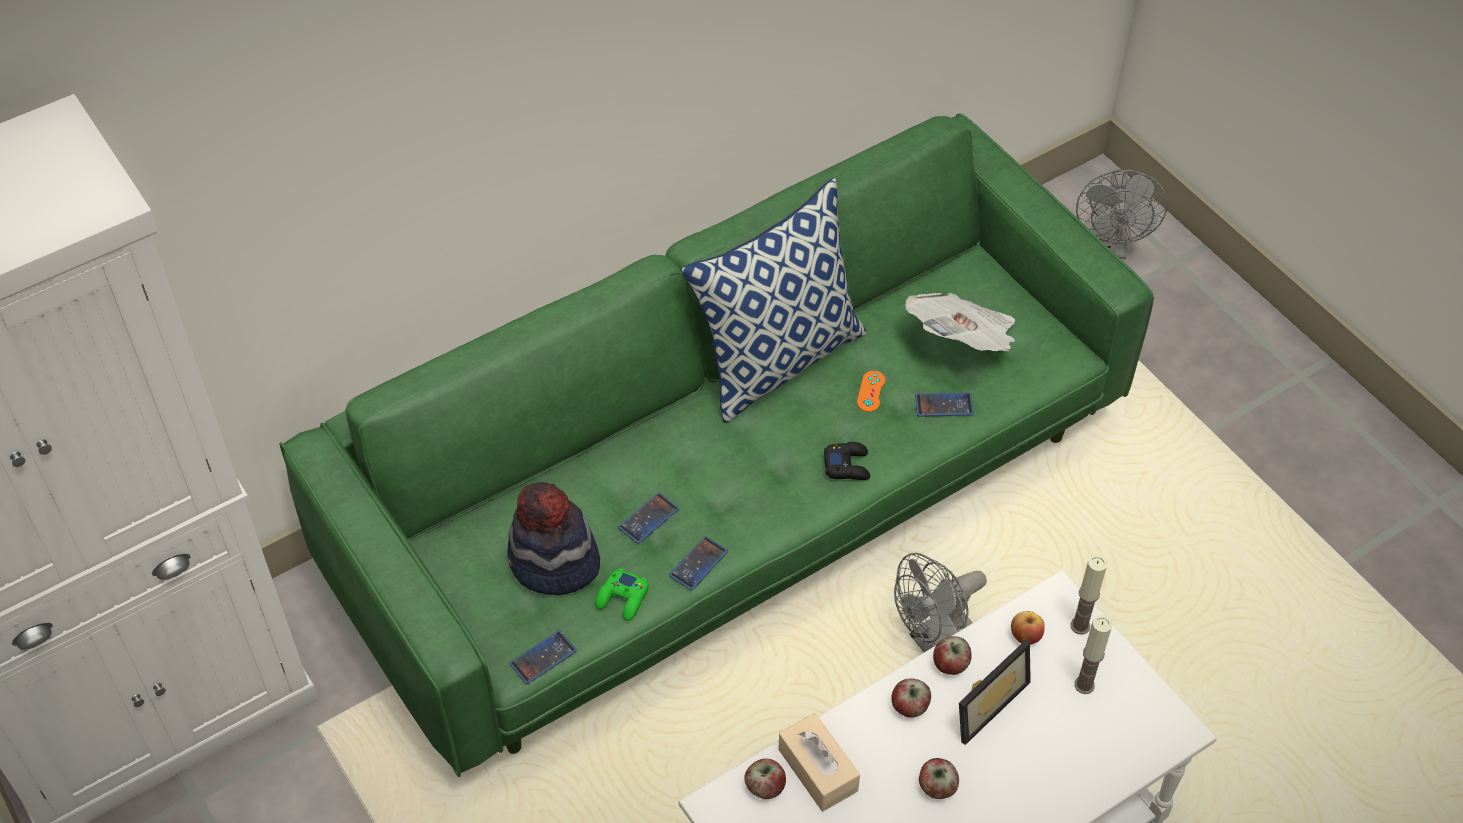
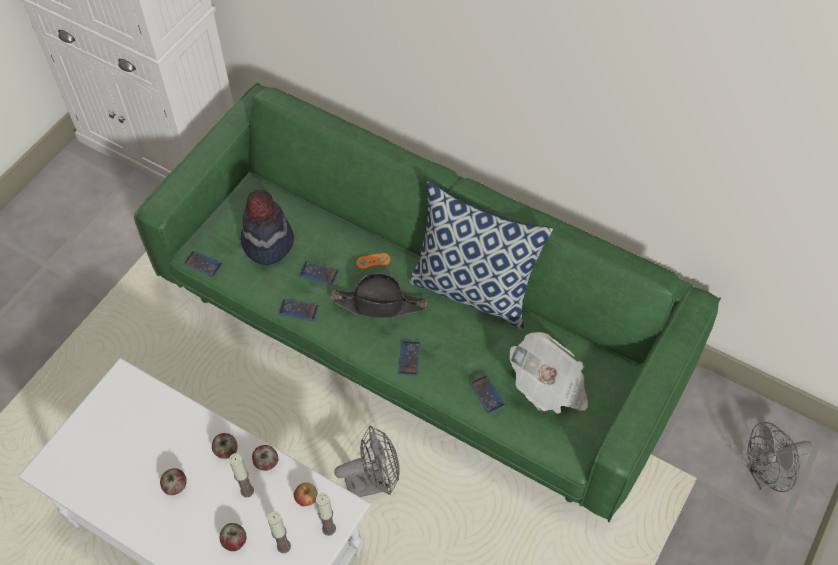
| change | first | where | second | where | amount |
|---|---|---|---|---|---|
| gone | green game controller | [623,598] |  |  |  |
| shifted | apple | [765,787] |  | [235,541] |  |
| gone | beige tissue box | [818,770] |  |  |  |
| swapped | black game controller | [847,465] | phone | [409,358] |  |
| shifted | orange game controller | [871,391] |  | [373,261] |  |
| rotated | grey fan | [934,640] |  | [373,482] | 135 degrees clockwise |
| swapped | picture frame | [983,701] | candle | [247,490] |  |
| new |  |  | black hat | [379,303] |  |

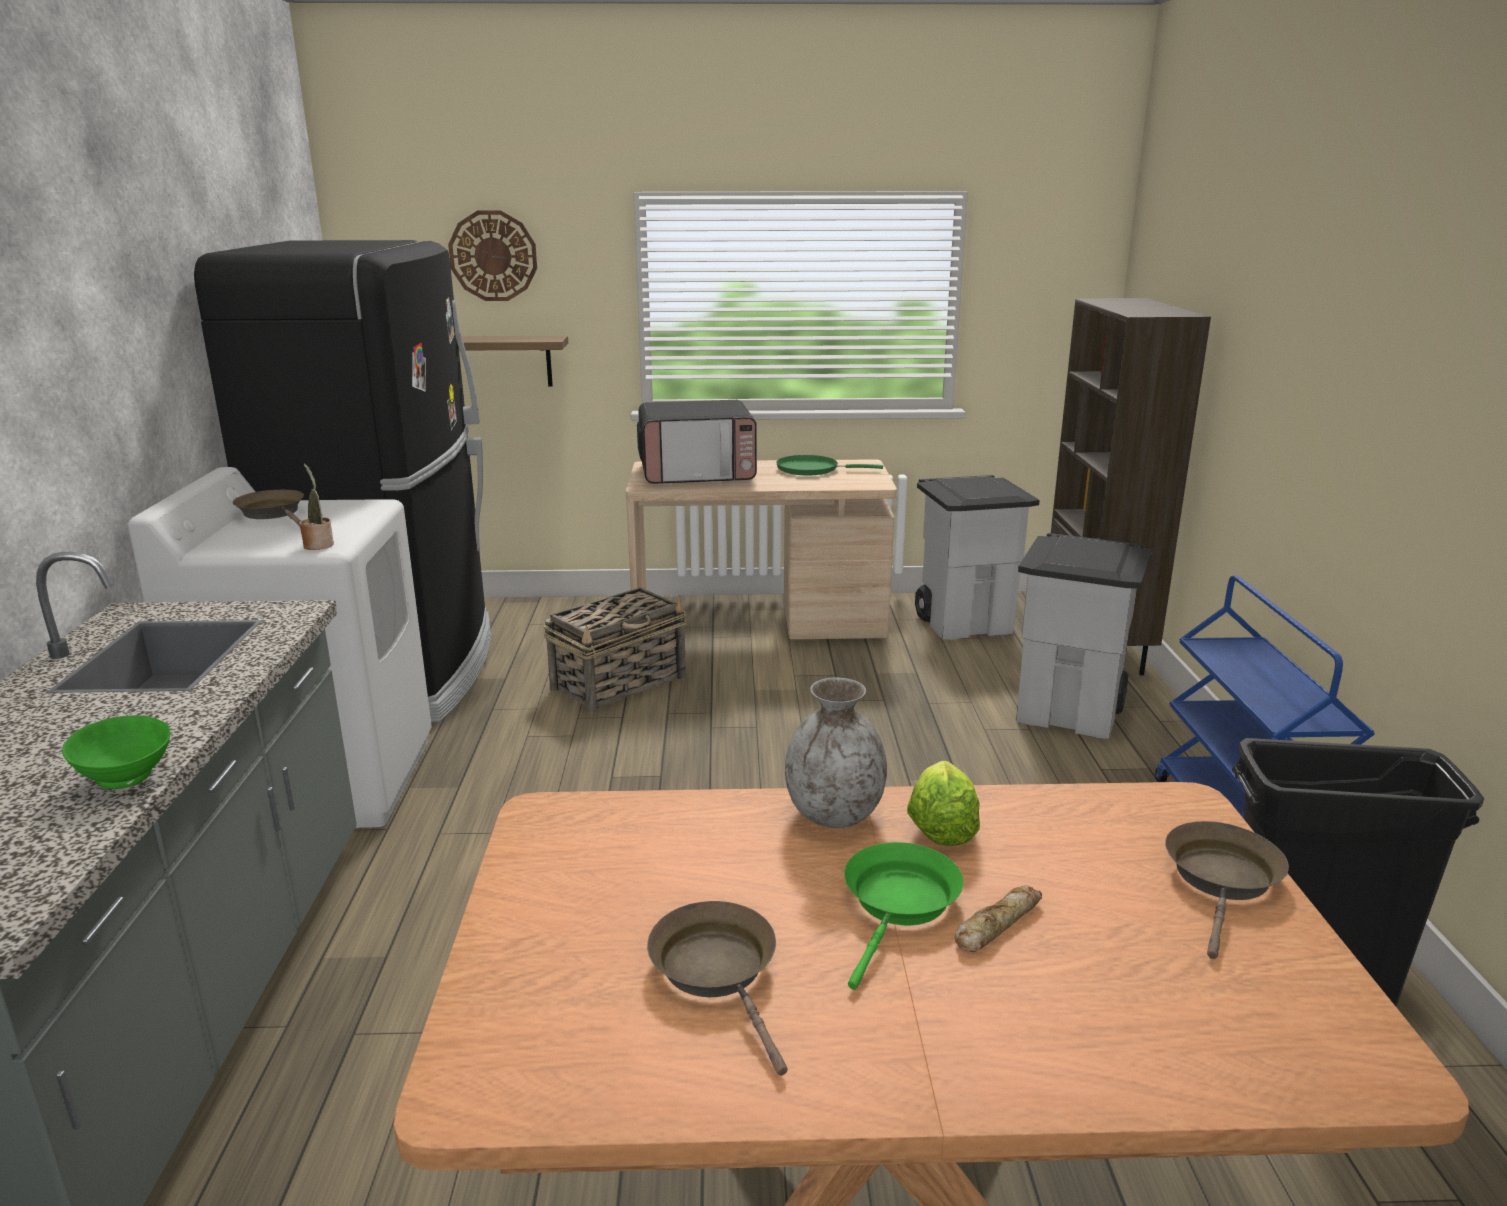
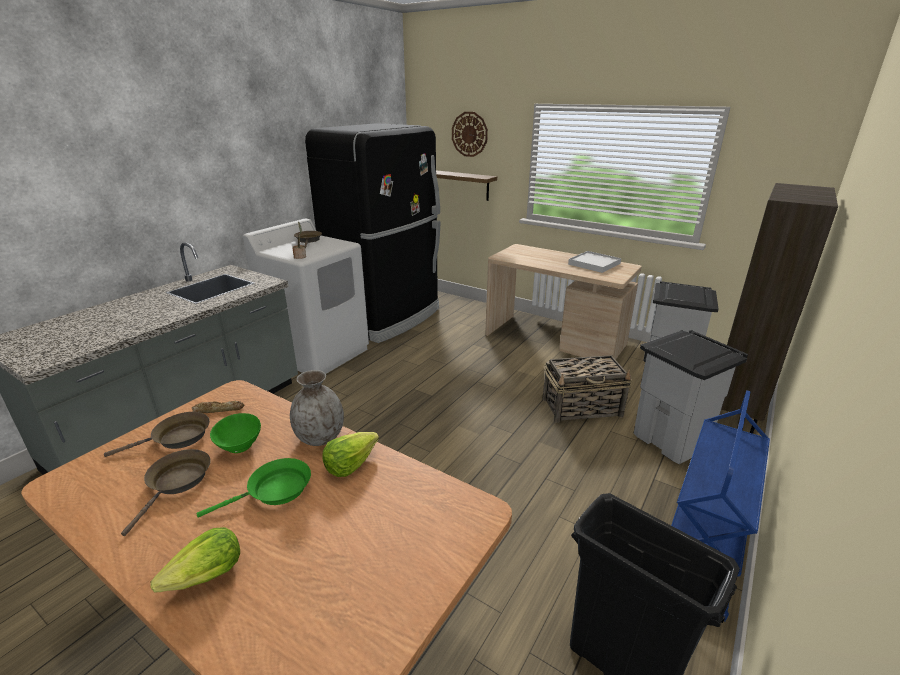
| change | first | where | second | where | amount |
|---|---|---|---|---|---|
| shifted | green bowl | [125,779] |  | [239,447] |  |
| shifted | basket | [620,683] |  | [582,407] |  |
| gone | microwave | [698,473] |  |  |  |
| swapped | green frying pan | [812,469] | white tray | [594,264] |  |
| shifted | bread | [996,924] |  | [218,410] |  |
| shifted | brown frying pan | [1222,881] |  | [177,438] |  |
| new |  |  | lettuce | [207,577] |  |

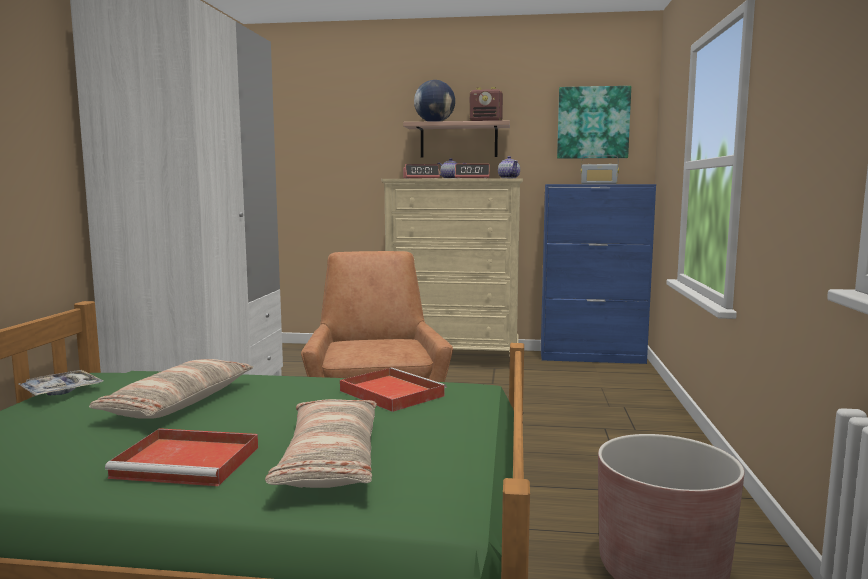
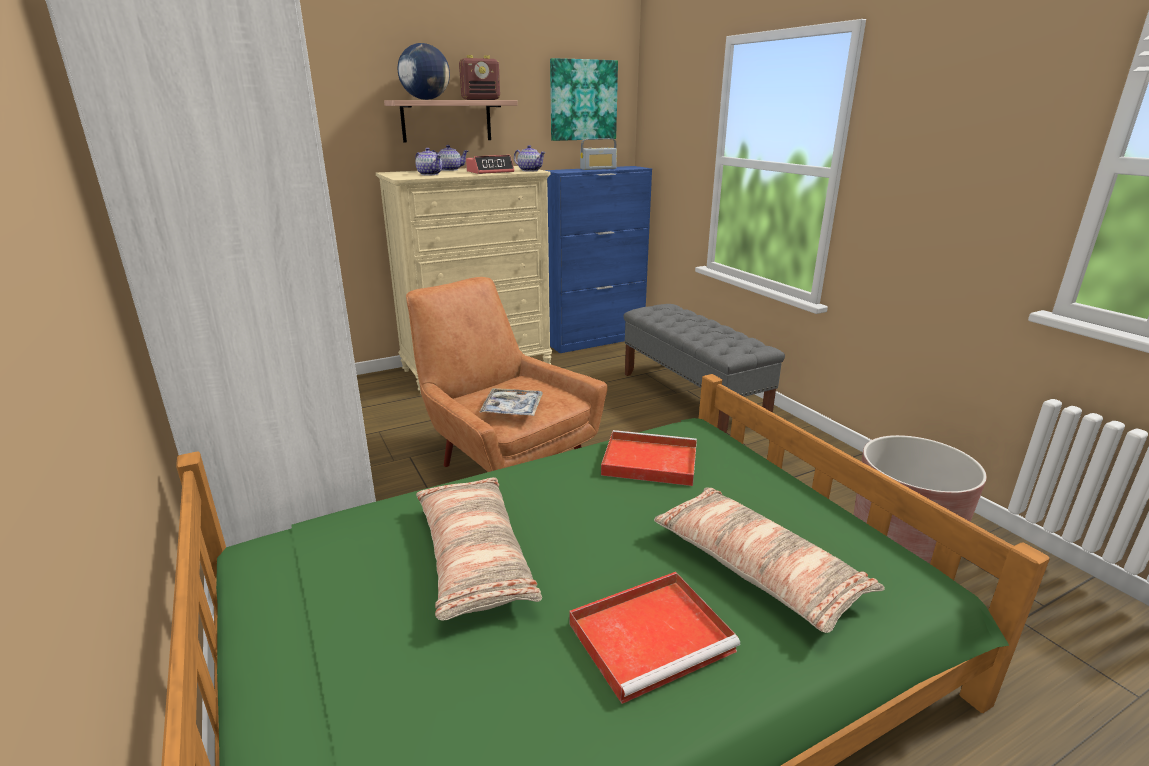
| change | first | where | second | where | amount |
|---|---|---|---|---|---|
| shifted | tray | [60,391] |  | [512,409] |  |
| swapped | alarm clock | [421,178] | teapot | [429,174] |  |
| new |  |  | grey bench | [692,397] |  |

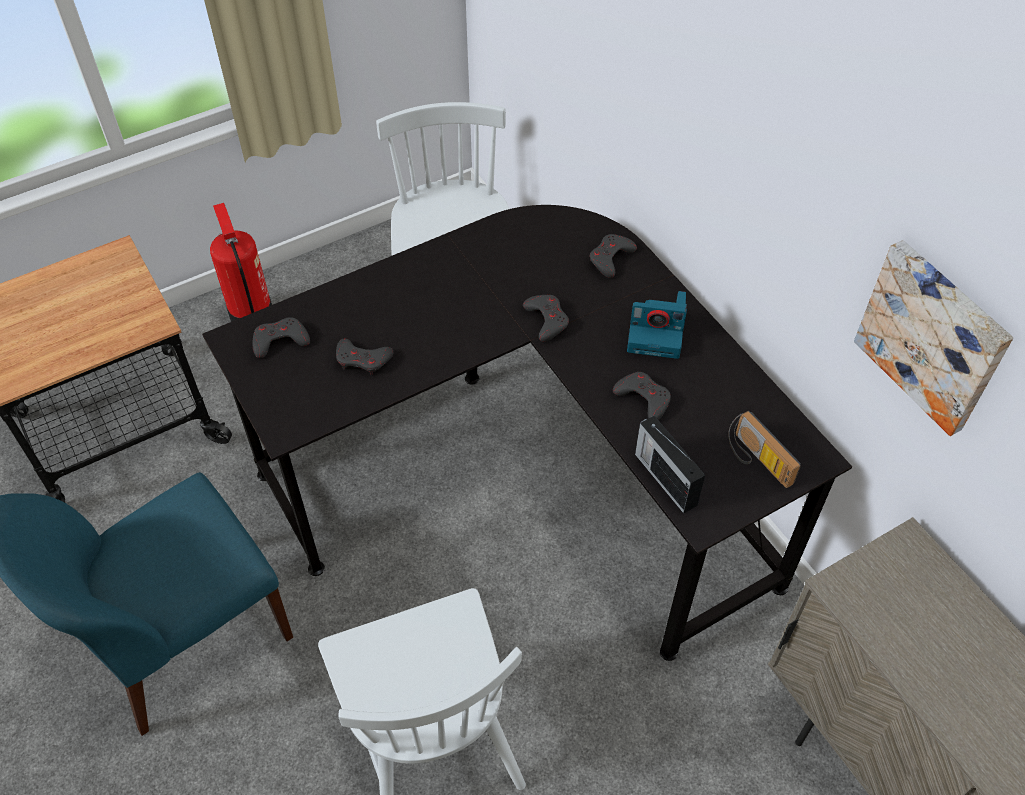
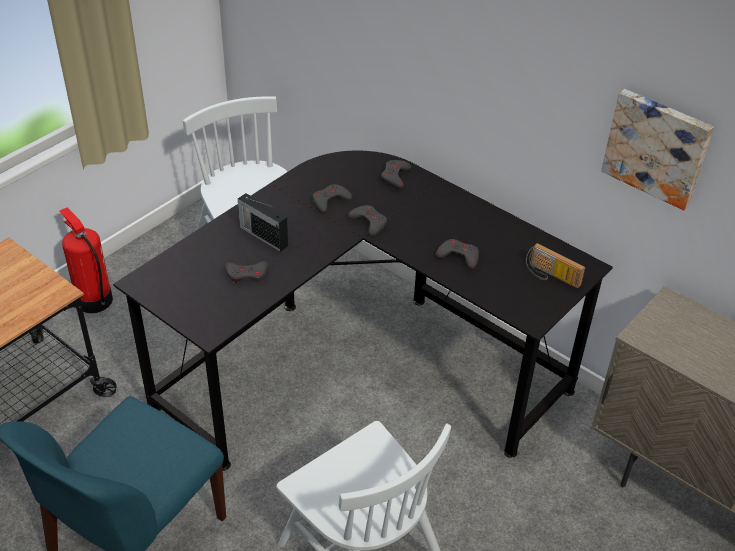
| change | first | where | second | where | amount |
|---|---|---|---|---|---|
| shifted | grey game controller | [280,341] |  | [330,201] |  |
| gone | photo camera | [657,333] |  |  |  |
| shifted | radio | [664,478] |  | [263,236] |  |

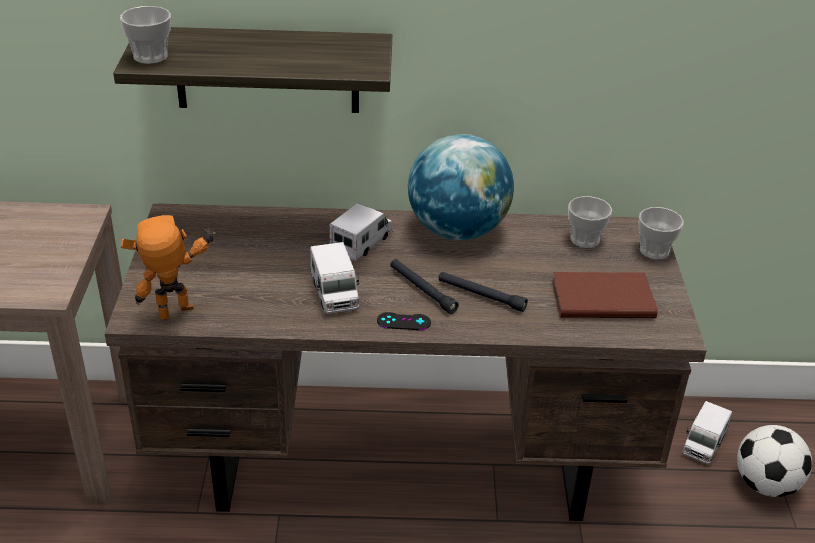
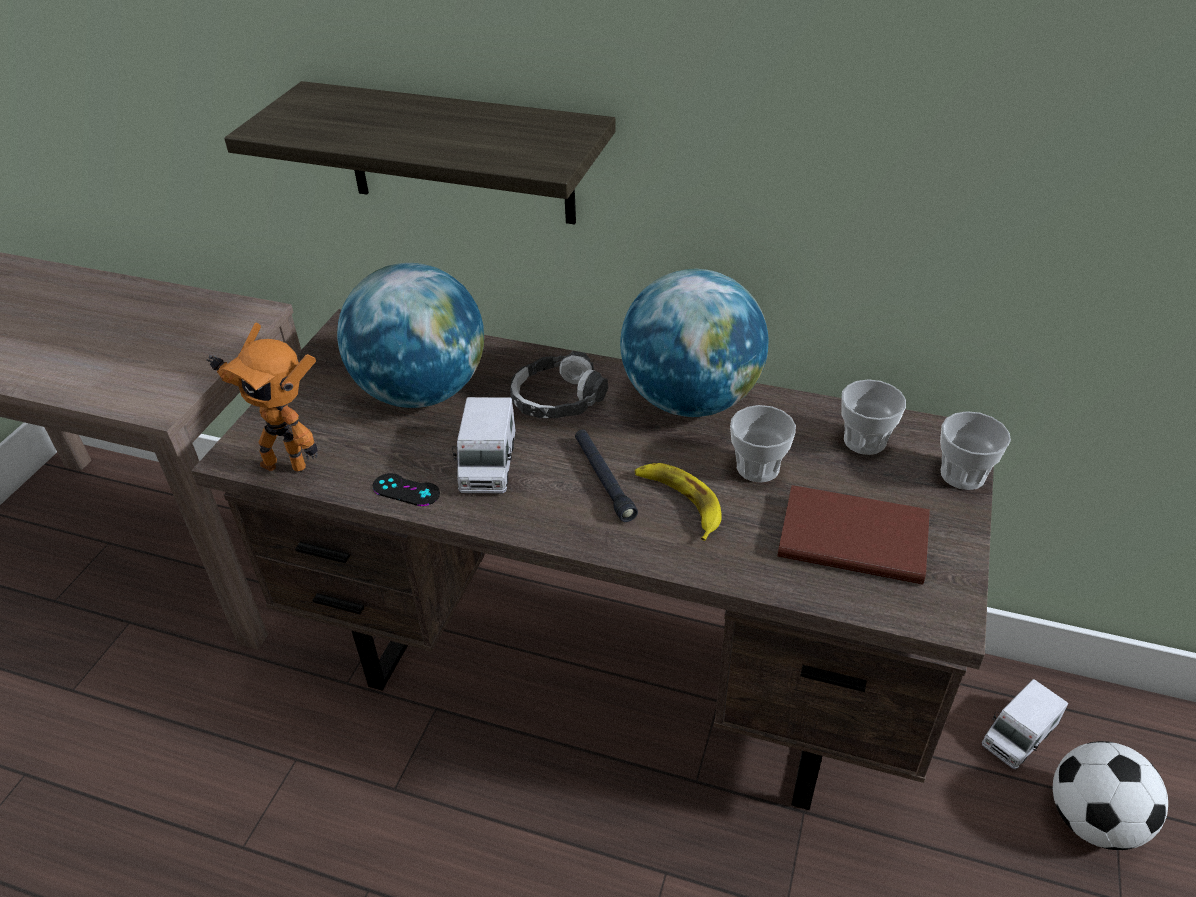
| change | first | where | second | where | amount |
|---|---|---|---|---|---|
| shifted | cup | [150,56] |  | [758,468] |  |
| rotated | toy robot | [179,316] |  | [286,463] | 150 degrees counterclockwise |
| swapped | toy truck | [362,243] | headphones | [557,398] |  |
| shifted | black game controller | [403,321] |  | [406,490] |  |
| swapped | black flashlight | [481,296] | banana | [679,502] |  |
| new |  |  | globe | [422,392] |  |

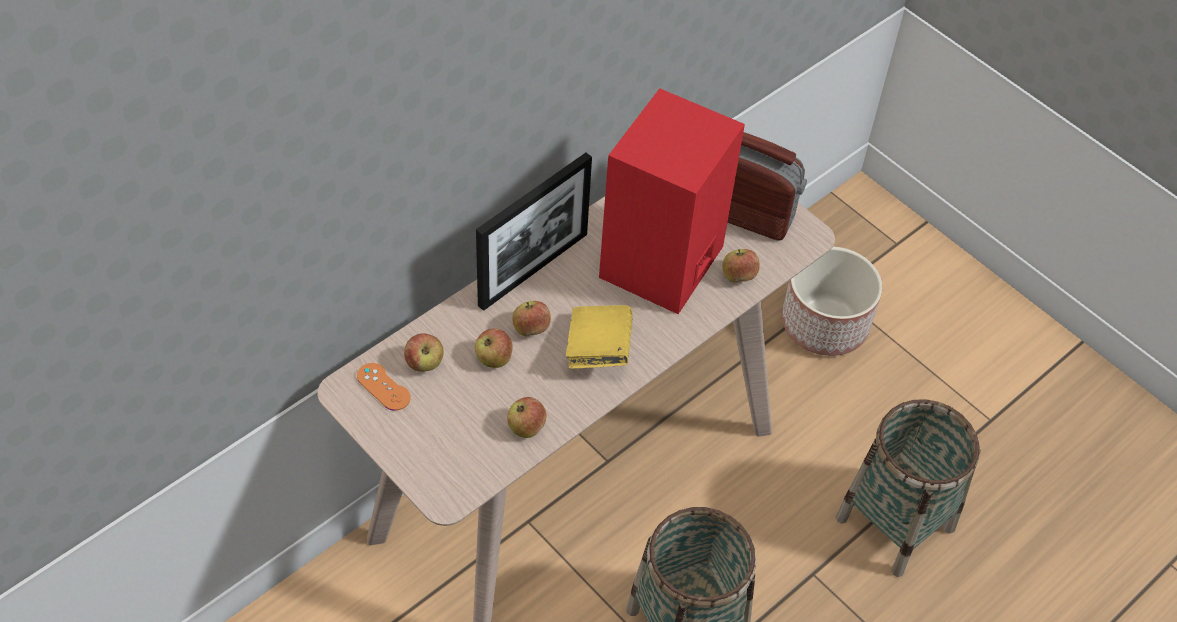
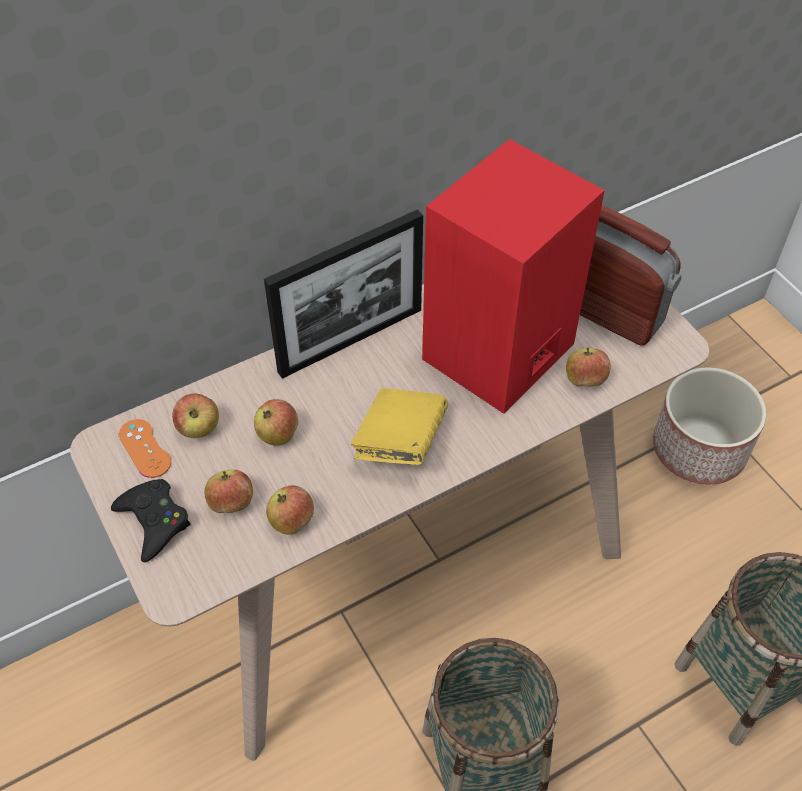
| change | first | where | second | where | amount |
|---|---|---|---|---|---|
| shifted | apple | [531,329] |  | [231,503] |  |
| new |  |  | black game controller | [154,521] |  |

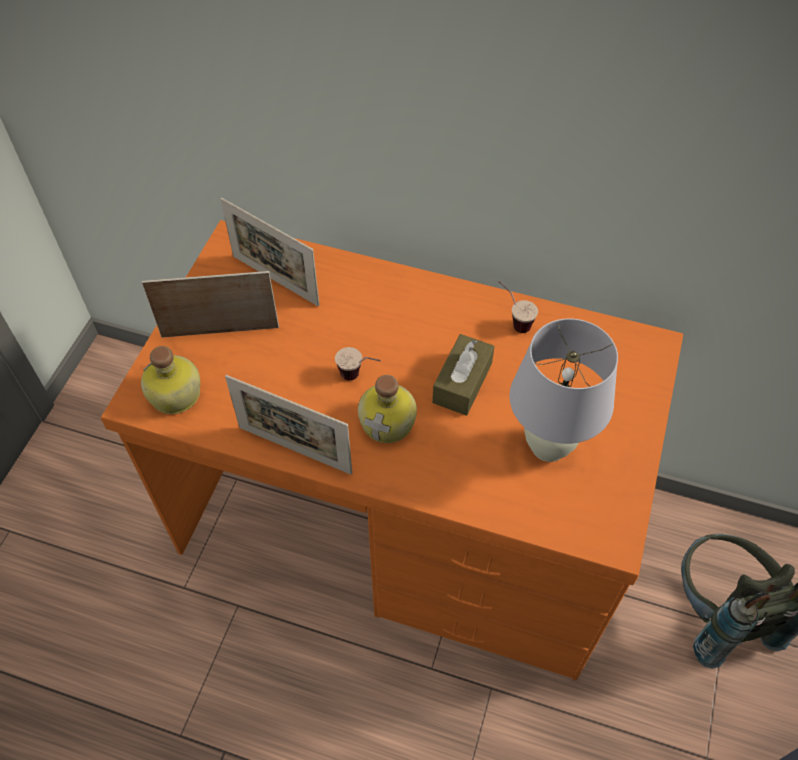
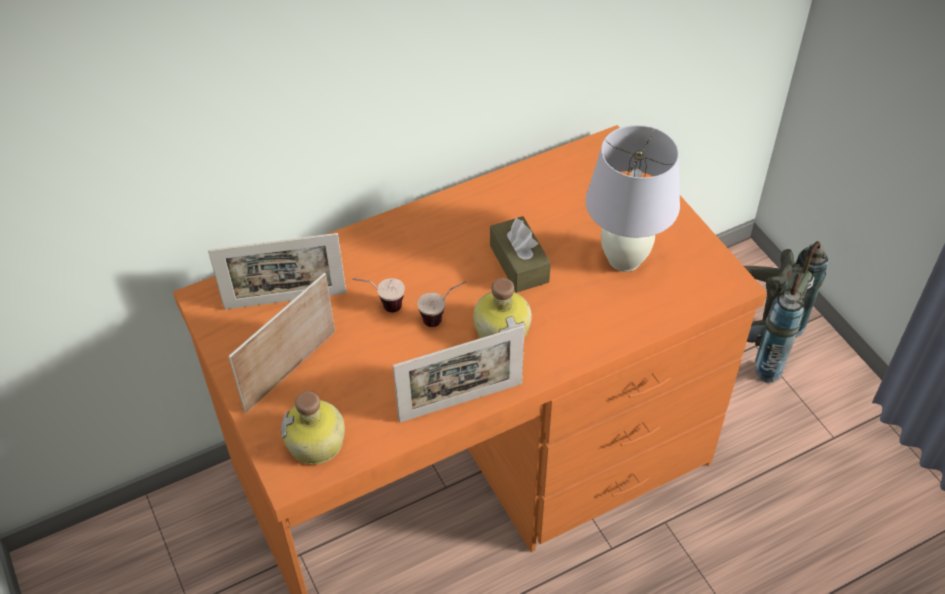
| change | first | where | second | where | amount |
|---|---|---|---|---|---|
| shifted | cup | [513,321] |  | [381,306] |  |

